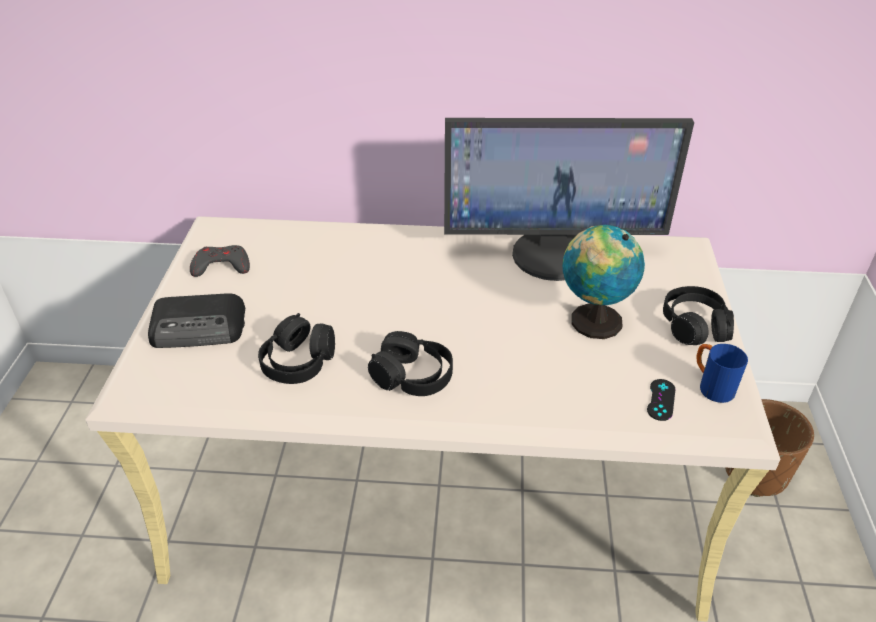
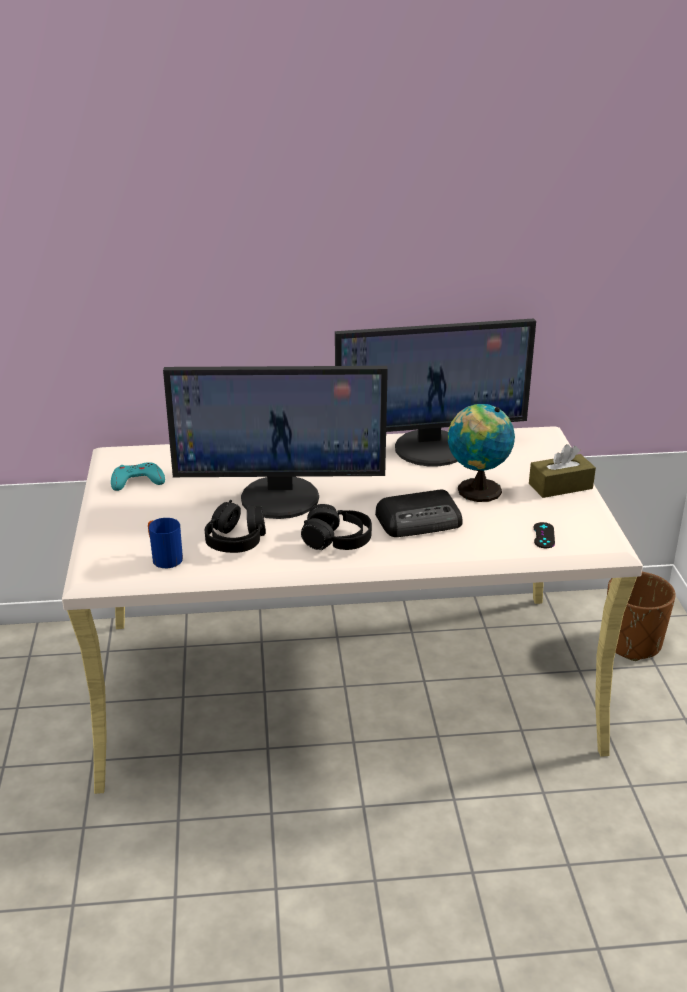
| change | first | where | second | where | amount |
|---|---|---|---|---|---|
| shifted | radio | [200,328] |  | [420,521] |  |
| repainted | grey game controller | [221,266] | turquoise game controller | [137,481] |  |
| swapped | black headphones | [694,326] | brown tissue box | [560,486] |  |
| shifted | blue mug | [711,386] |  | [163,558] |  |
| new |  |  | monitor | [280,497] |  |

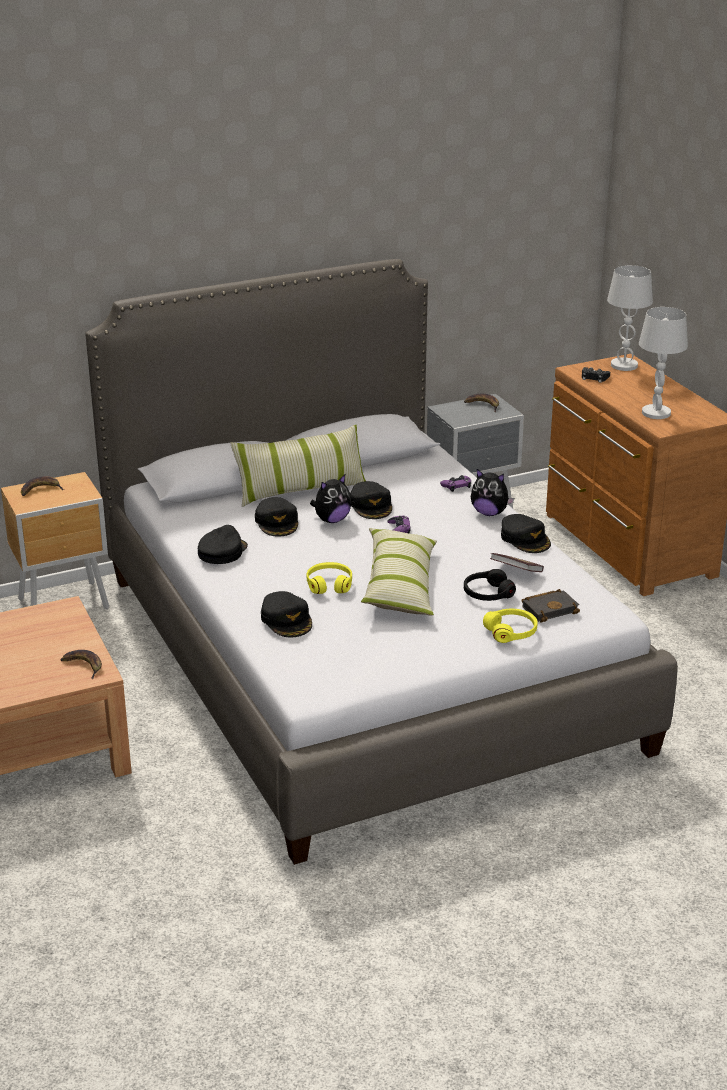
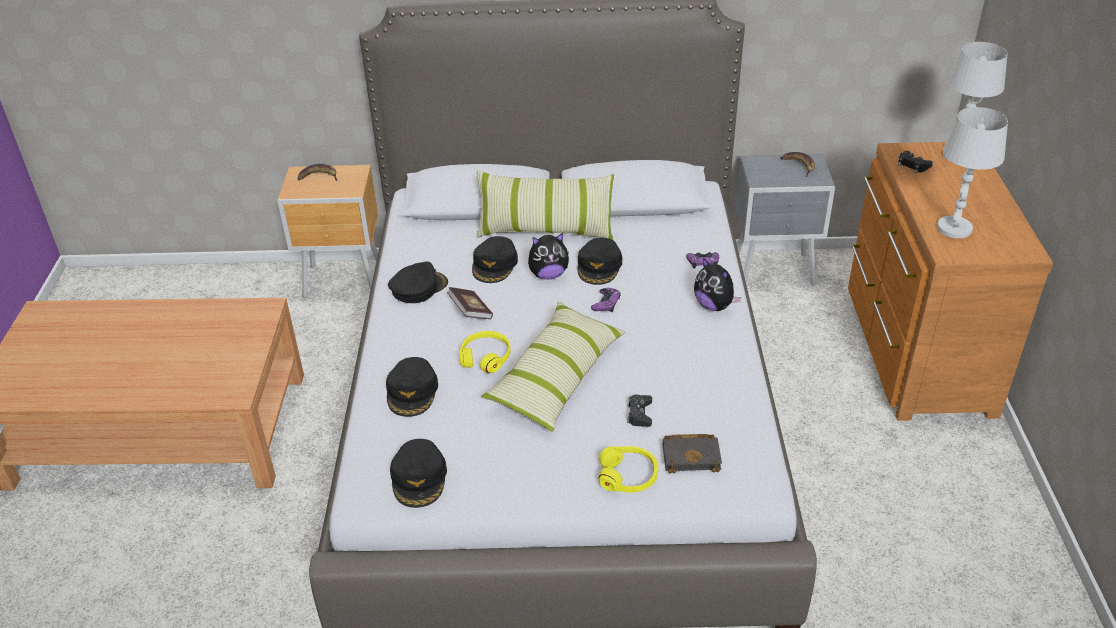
| change | first | where | second | where | amount |
|---|---|---|---|---|---|
| gone | banana | [84,666] |  |  |  |
| swapped | black headphones | [487,593] | black game controller | [639,414] |  |
| shifted | book | [516,572] |  | [470,311] |  |
| shifted | black cap | [525,539] |  | [419,478] |  |

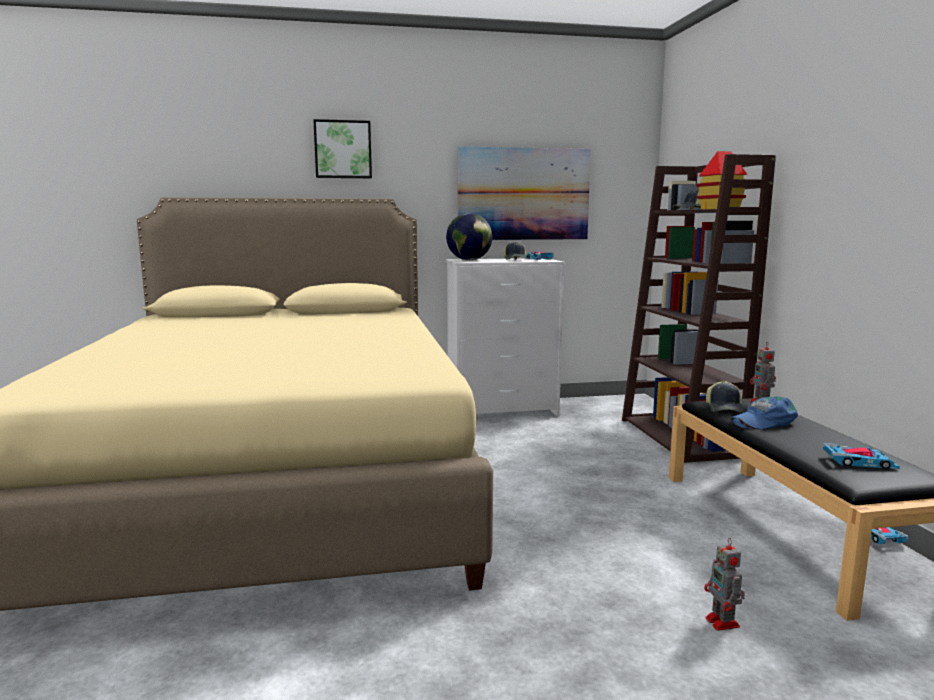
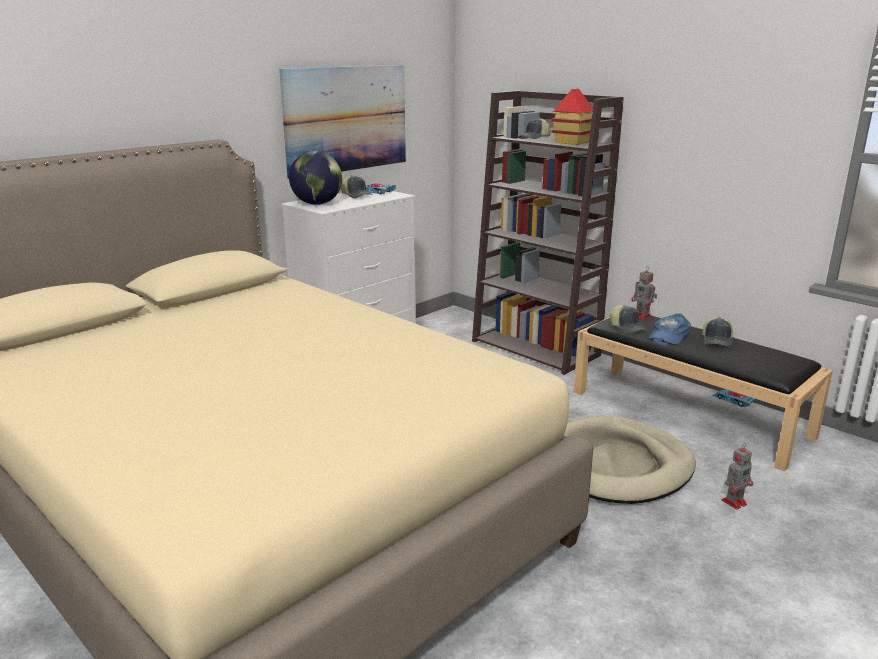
| change | first | where | second | where | amount |
|---|---|---|---|---|---|
| gone | picture | [343,149] |  |  |  |
| rotated | toy robot | [723,623] |  | [734,502] | 75 degrees counterclockwise |
| gone | toy car | [859,462] |  |  |  |
| new |  |  | beige dog bed | [614,466] |  |
| new |  |  | cap | [717,340] |  |

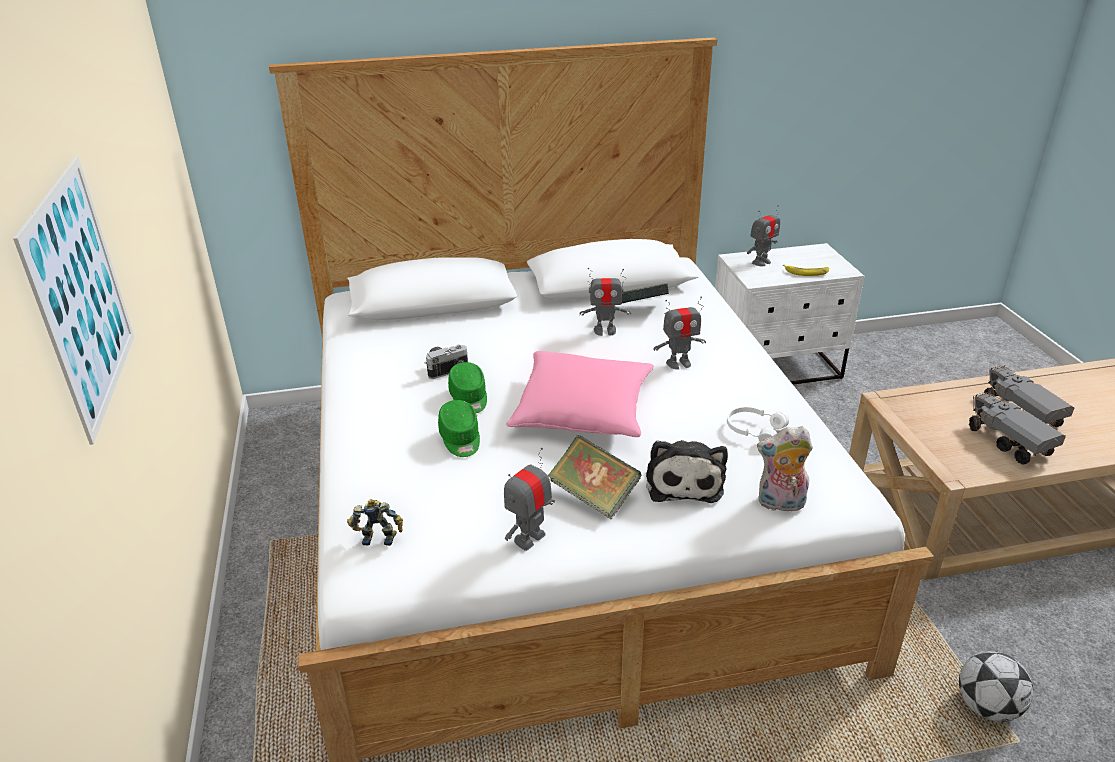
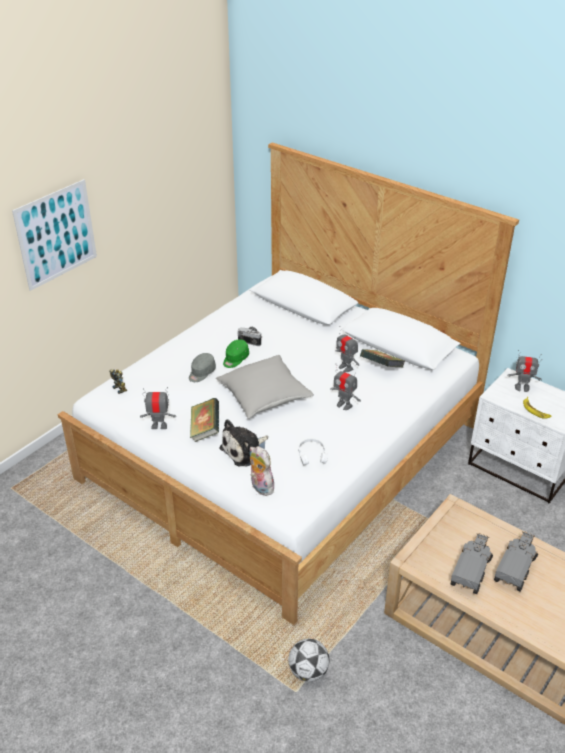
| change | first | where | second | where | amount |
|---|---|---|---|---|---|
| repainted | green cap | [460,439] | grey cap | [201,373] |  |
| repainted | pink pillow | [583,412] | grey pillow | [264,396] |  |

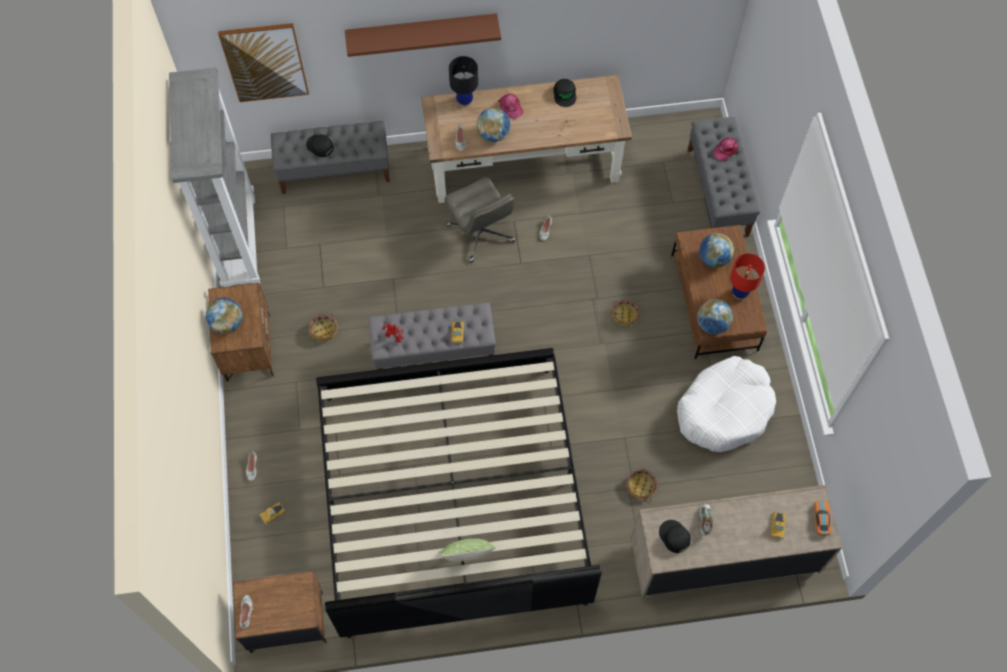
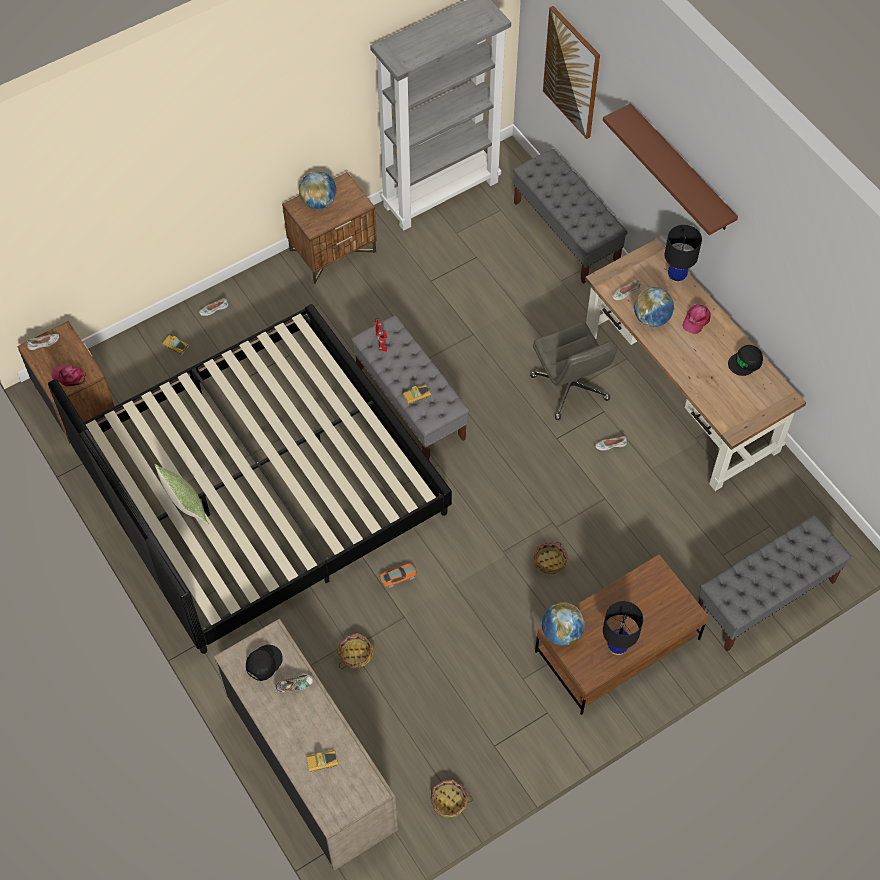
| change | first | where | second | where | amount |
|---|---|---|---|---|---|
| gone | black cap | [320,146] |  |  |  |
| shifted | basket | [324,330] |  | [449,801] |  |
| rotated | grey office chair | [481,234] |  | [570,388] | 60 degrees counterclockwise |
| gone | white dog bed | [724,410] |  |  |  |
| gone | globe | [713,258] |  |  |  |
| shifted | pink cap | [725,150] |  | [69,376] |  |
| repainted | red table lamp | [739,293] | black table lamp | [617,646] |  |
| shifted | toy car | [821,519] |  | [398,577] |  |

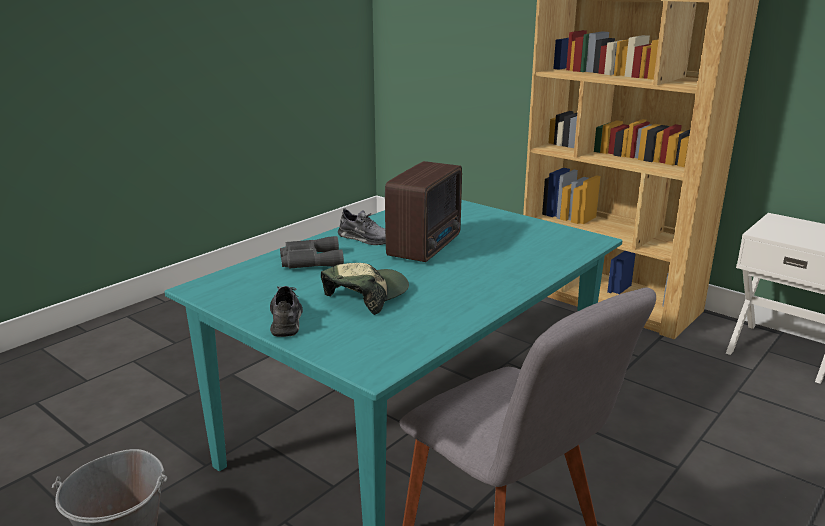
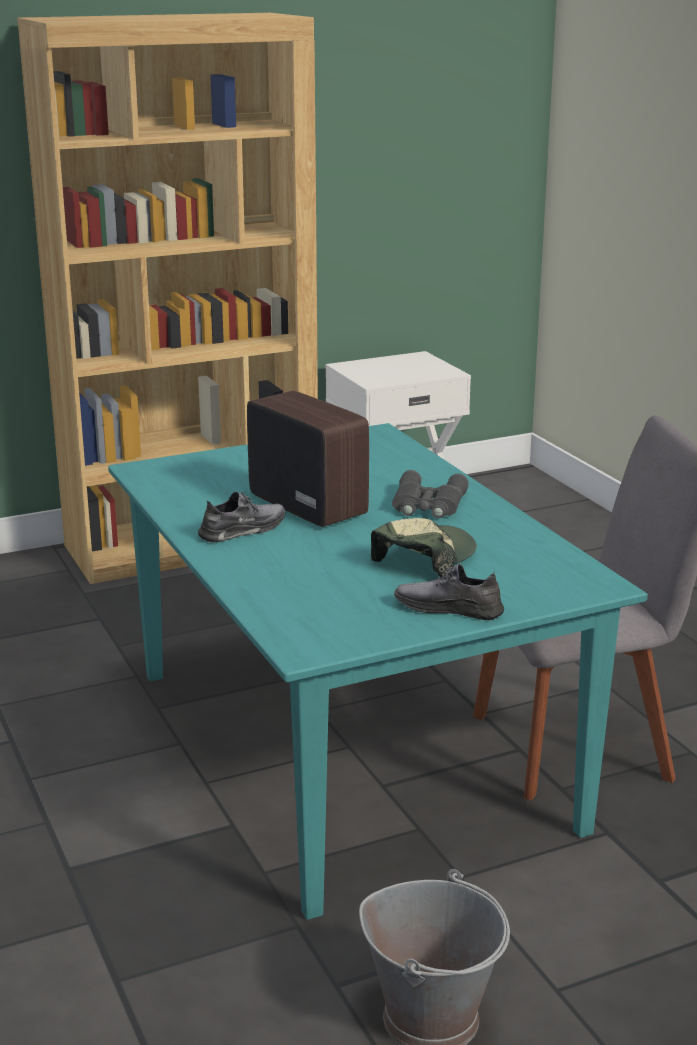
| change | first | where | second | where | amount |
|---|---|---|---|---|---|
| shifted | grey binoculars | [309,260] |  | [428,505] |  |
| rotated | cap | [366,296] |  | [424,559] | 60 degrees clockwise |

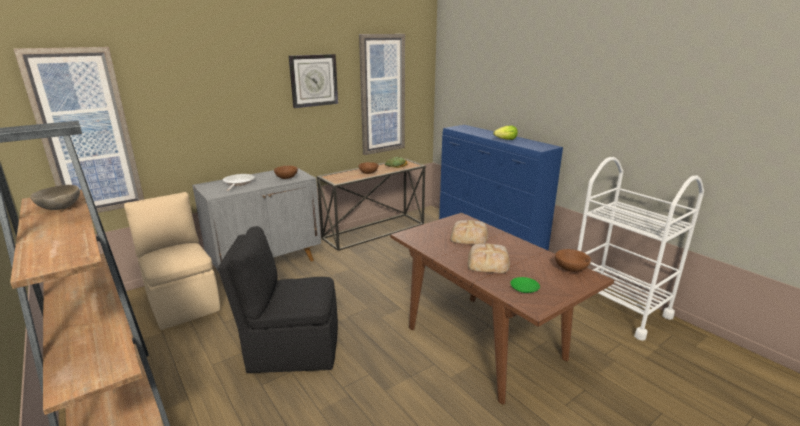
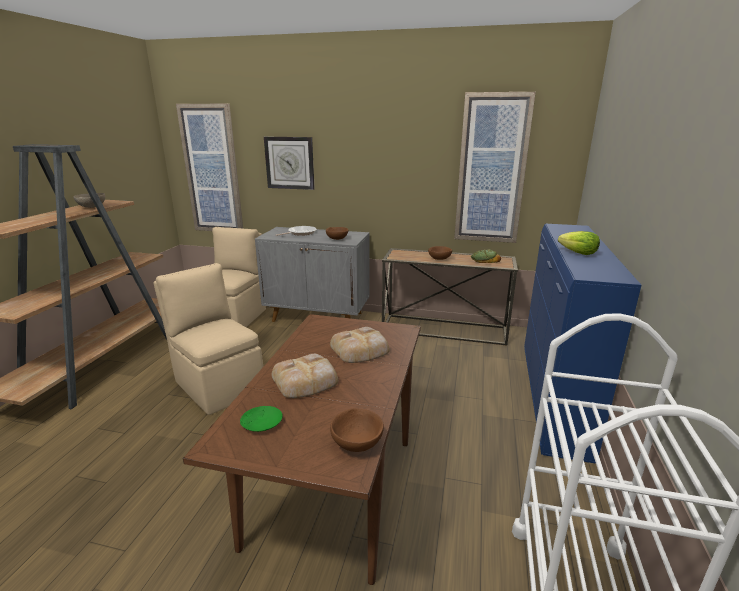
| change | first | where | second | where | amount |
|---|---|---|---|---|---|
| repainted | black chair | [291,350] | beige chair | [218,384] |  |
| shifted | wall clock | [313,80] |  | [290,163] |  |

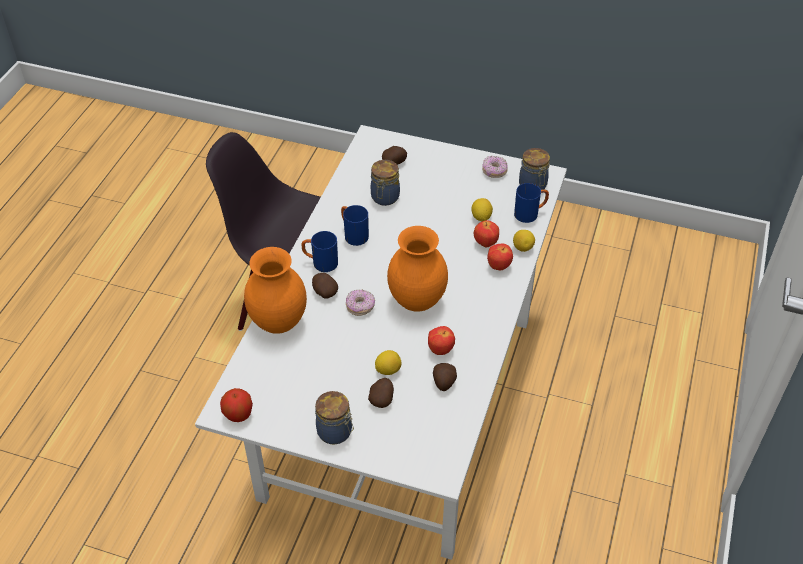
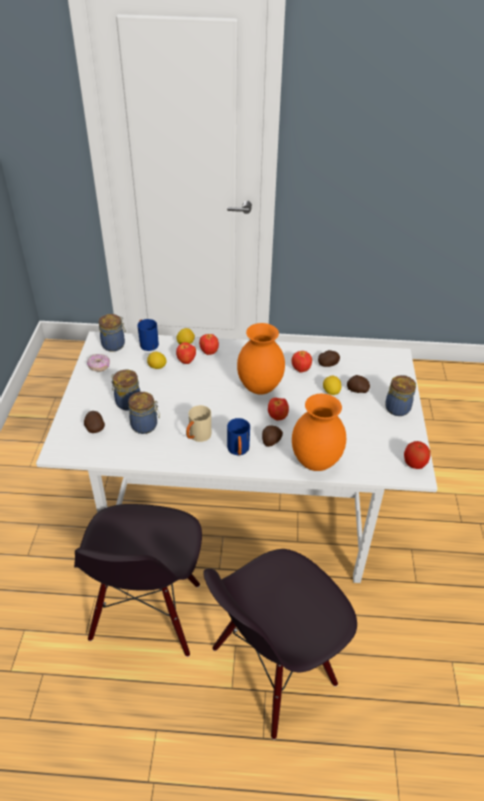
| change | first | where | second | where | amount |
|---|---|---|---|---|---|
| repainted | blue mug | [353,234] | beige mug | [197,437] |  |
| swapped | donut | [360,307] | apple | [278,417] |  |
| new |  |  | jar | [127,402] |  |
| new |  |  | black chair | [273,669] |  |

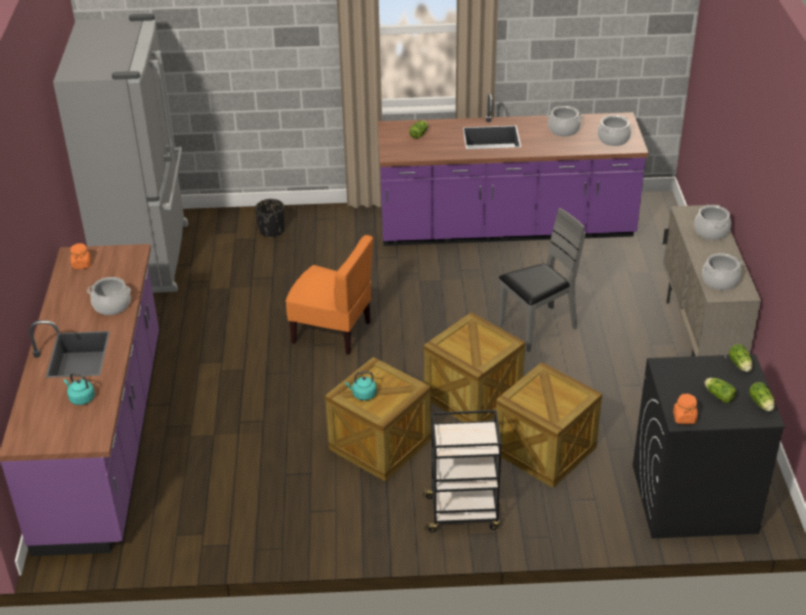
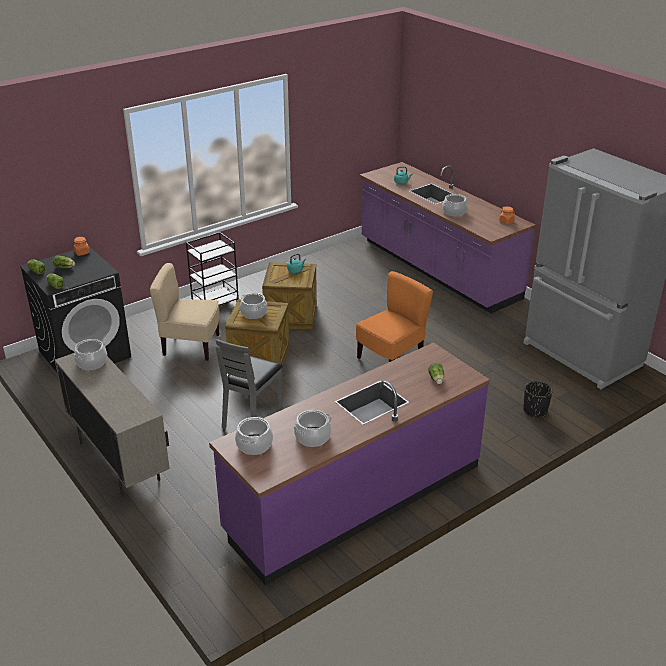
| change | first | where | second | where | amount |
|---|---|---|---|---|---|
| rotated | orange chair | [332,332] |  | [391,359] | 150 degrees clockwise |
| swapped | crate | [545,450] | beige chair | [191,346] |  |
| shifted | cooking pot | [711,231] |  | [254,313] |  |

